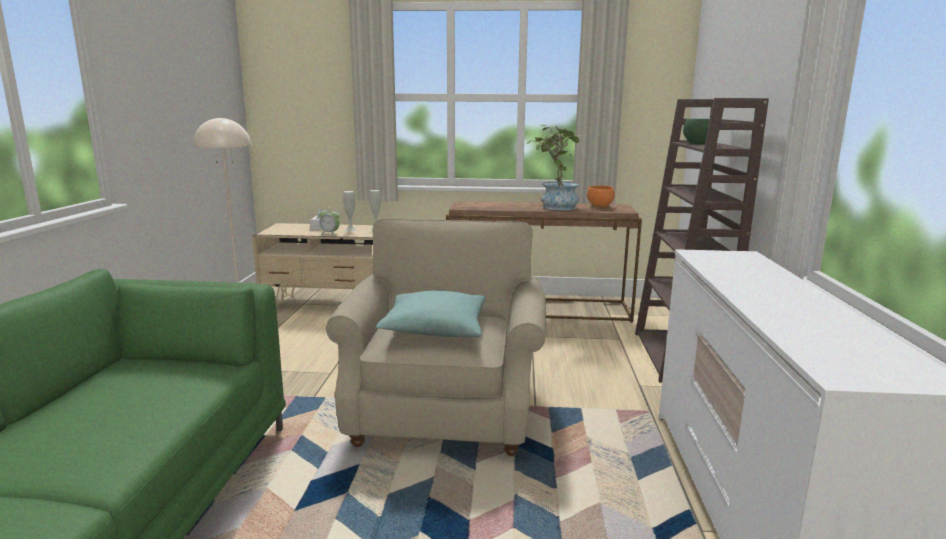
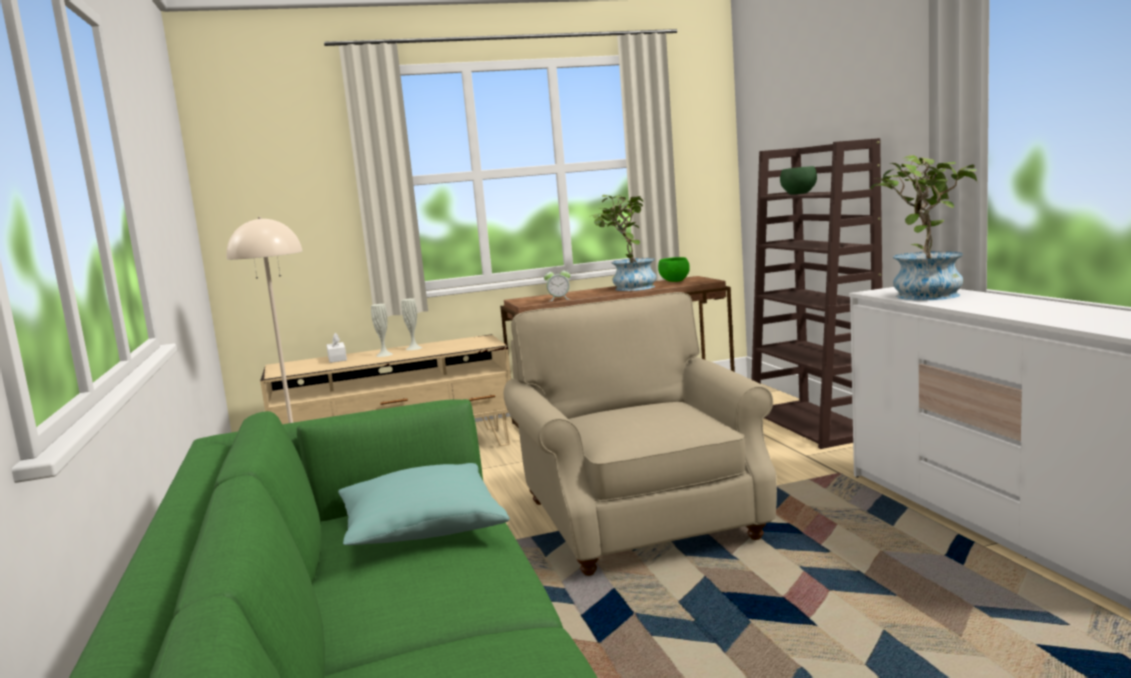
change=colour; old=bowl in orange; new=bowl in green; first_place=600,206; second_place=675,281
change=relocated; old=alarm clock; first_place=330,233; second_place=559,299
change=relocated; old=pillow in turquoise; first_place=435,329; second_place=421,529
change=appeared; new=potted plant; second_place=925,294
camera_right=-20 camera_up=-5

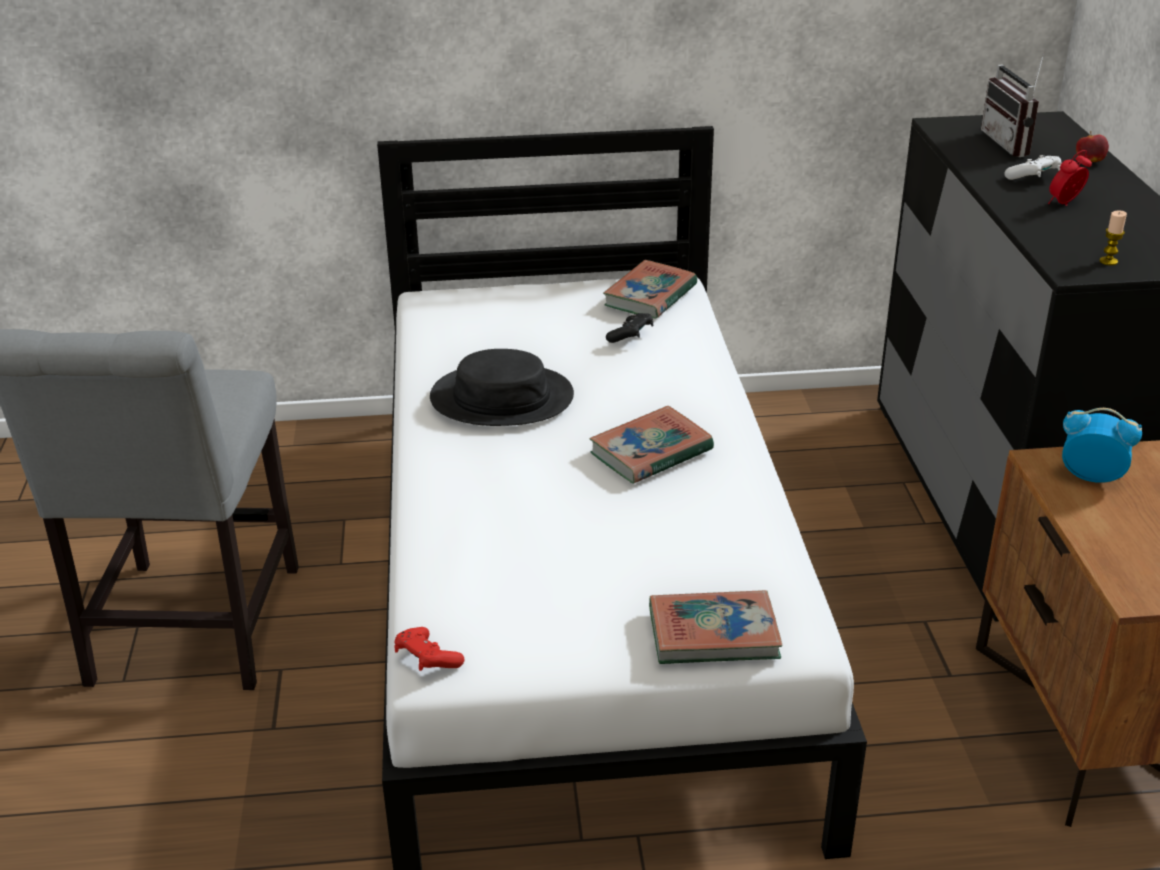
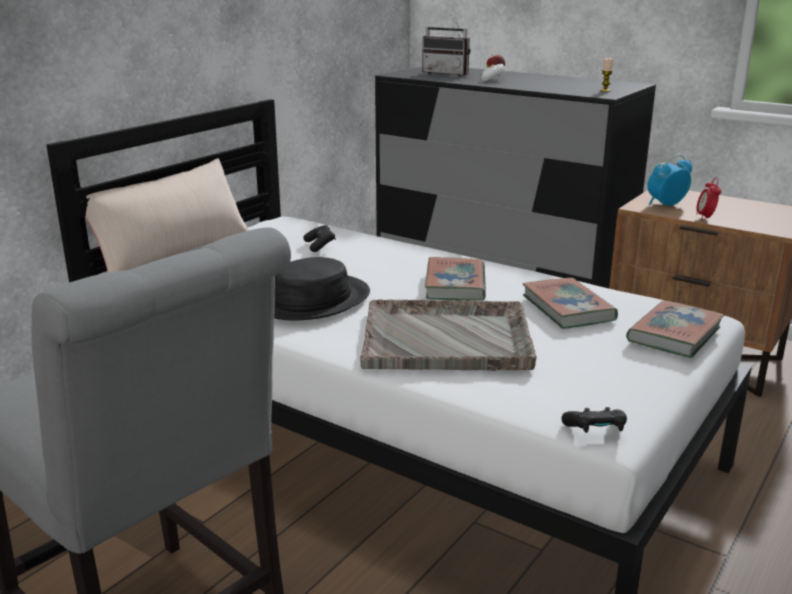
change=relocated; old=alarm clock; first_place=1064,204; second_place=705,218
change=relocated; old=book; first_place=650,296; second_place=567,308
change=colour; old=game controller in red; new=game controller in black; first_place=427,660; second_place=595,431
change=appeared; new=pillow in beige; second_place=172,252
change=appeared; new=tray in grey; second_place=448,338
camera_right=-50 camera_up=-10

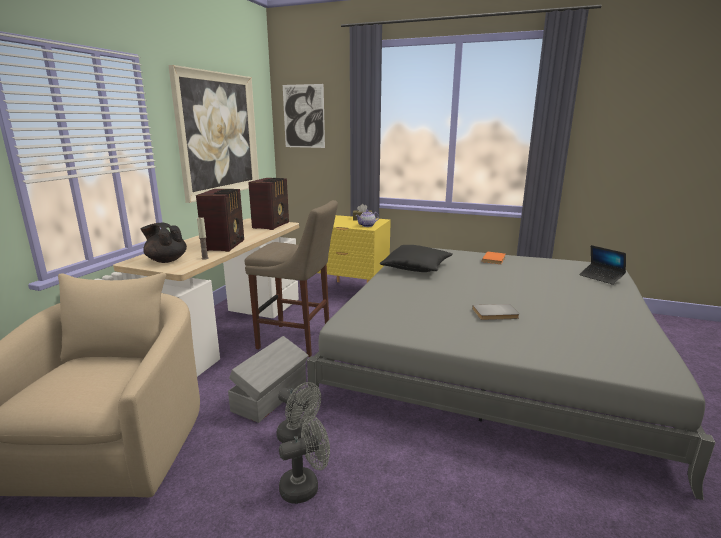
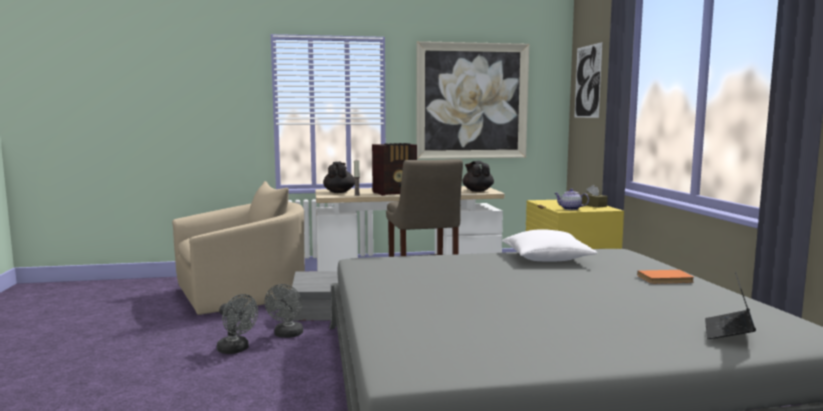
change=exchanged; old=radio; new=teapot in black; first_place=272,225; second_place=477,191
change=colour; old=pillow in black; new=pillow in white; first_place=416,268; second_place=547,259
change=missing; old=book in grey; first_place=495,314
camera_right=60 camera_up=-10

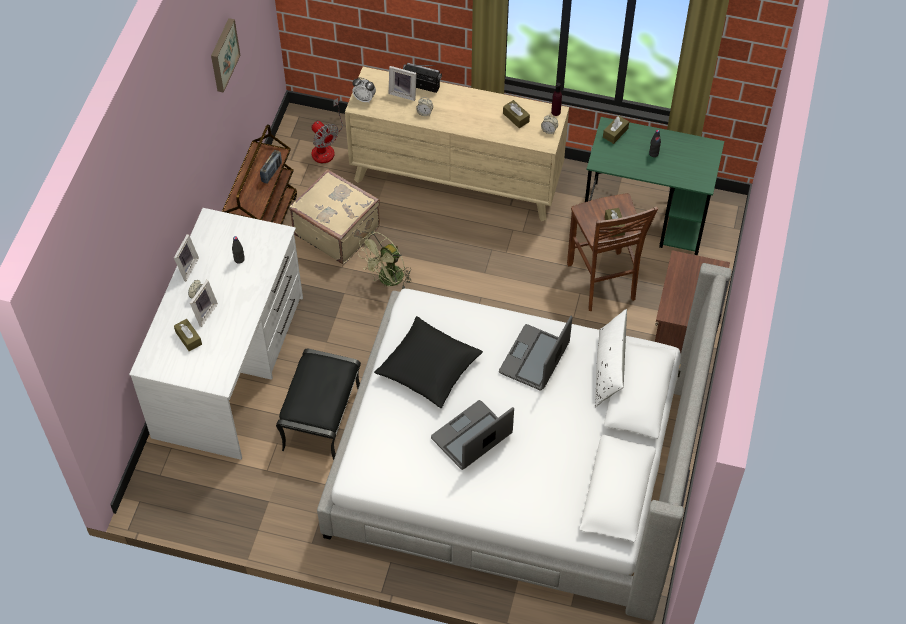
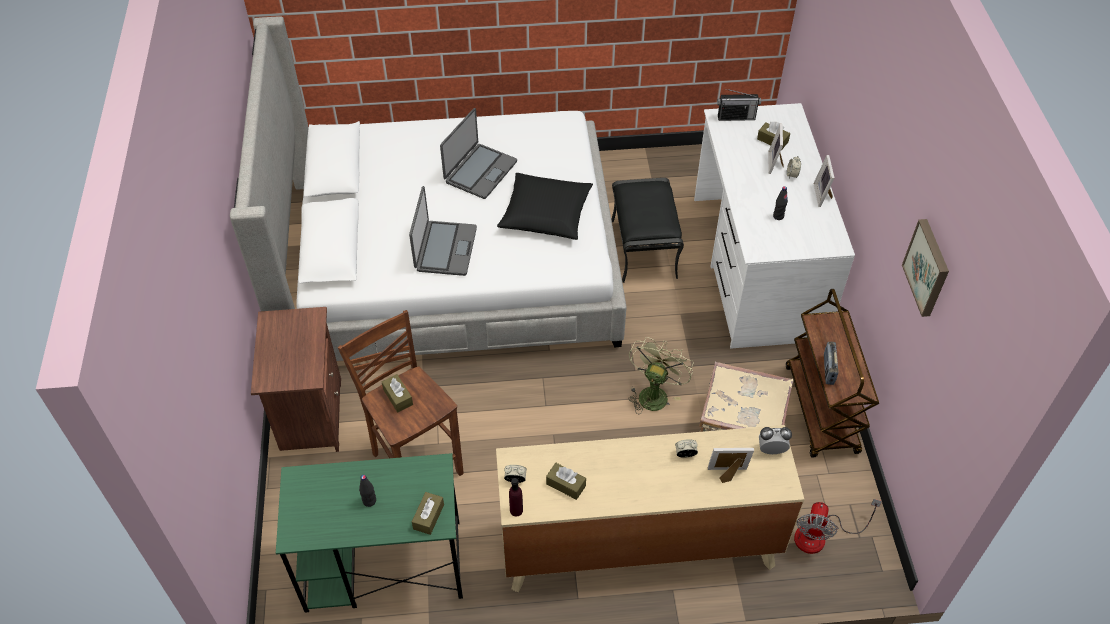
change=relocated; old=radio; first_place=422,86; second_place=736,117
change=spun; old=fan; first_place=325,147; second_place=820,536; degrees=-105
change=missing; old=pillow in white; first_place=609,368
camera_right=160 camera_up=-5

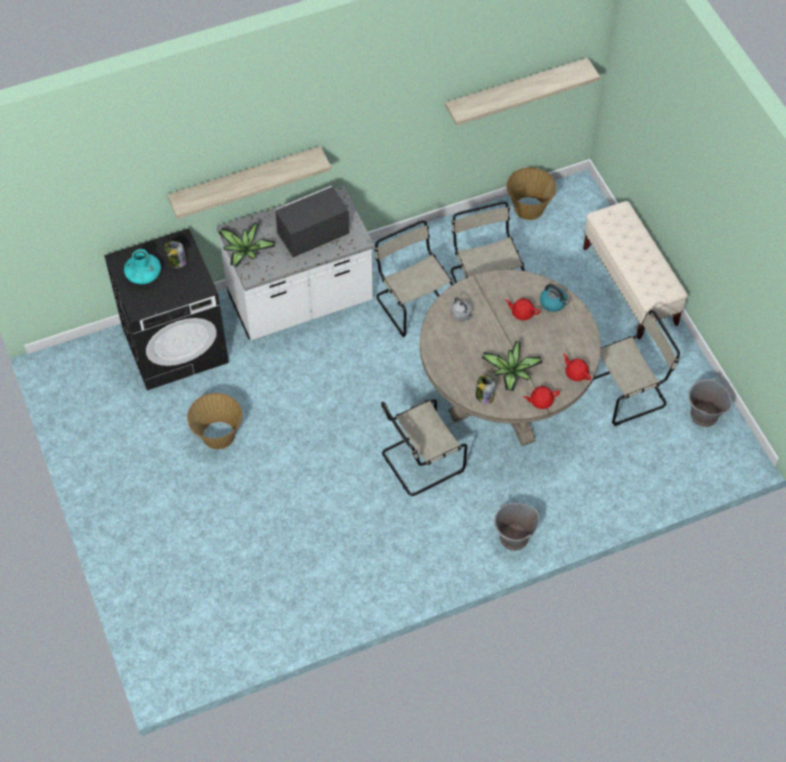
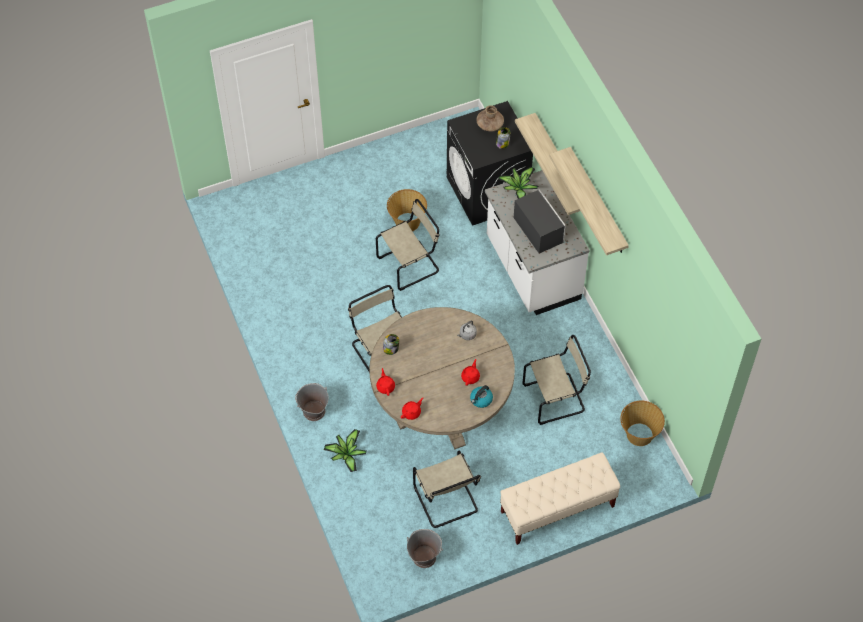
change=relocated; old=shelf; first_place=516,90; second_place=598,202
change=relocated; old=chair in beige; first_place=412,304; second_place=410,264
change=colour; old=vase in turquoise; new=vase in brown; first_place=143,275; second_place=490,125
change=relocated; old=potted plant; first_place=511,373; second_place=346,454
camera_right=90 camera_up=0

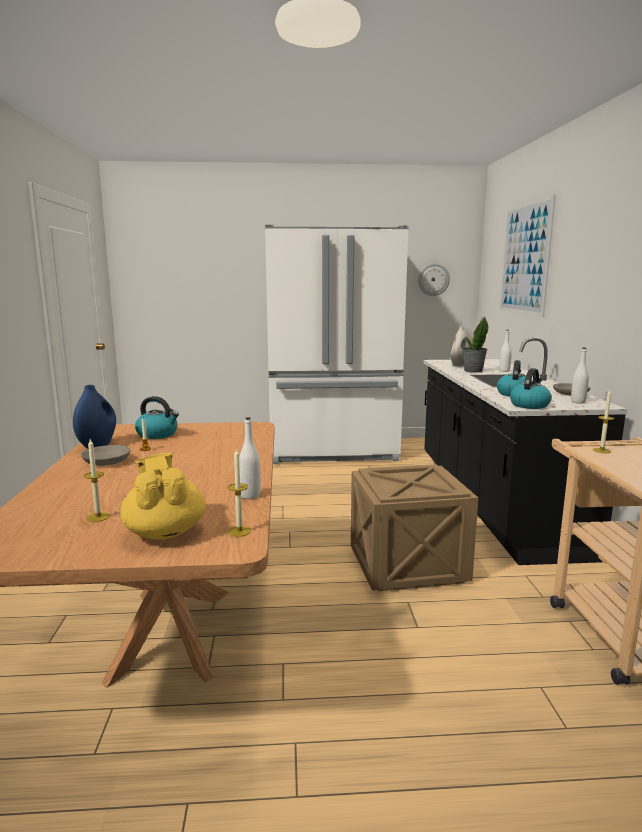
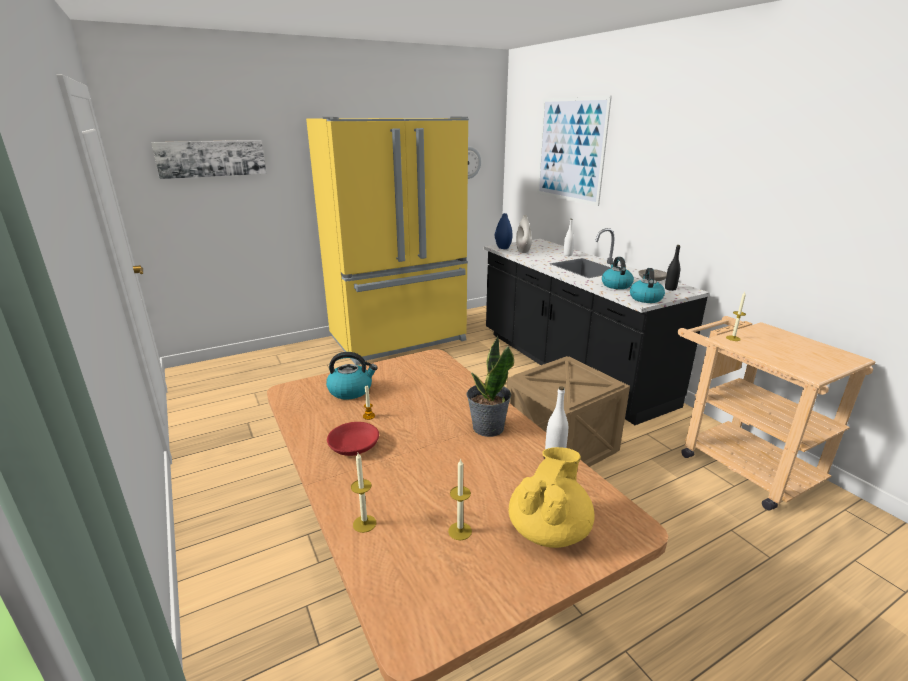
change=colour; old=fridge in white; new=fridge in yellow; first_place=333,451; second_place=400,339
change=relocated; old=potted plant; first_place=472,371; second_place=487,428
change=colour; old=bottle in white; new=bottle in black; first_place=578,402; second_place=670,289
change=relocated; old=vase in blue; first_place=97,445; second_place=502,247
change=colour; old=bowl in grey; new=bowl in red; first_place=106,462; second_place=353,446
change=relocated; old=candle; first_place=239,531; second_place=364,523
change=spun; old=teapot in yellow; first_place=165,532; second_place=549,529; degrees=75
change=appeared; new=picture; second_place=211,158
camera_right=-25 camera_up=10

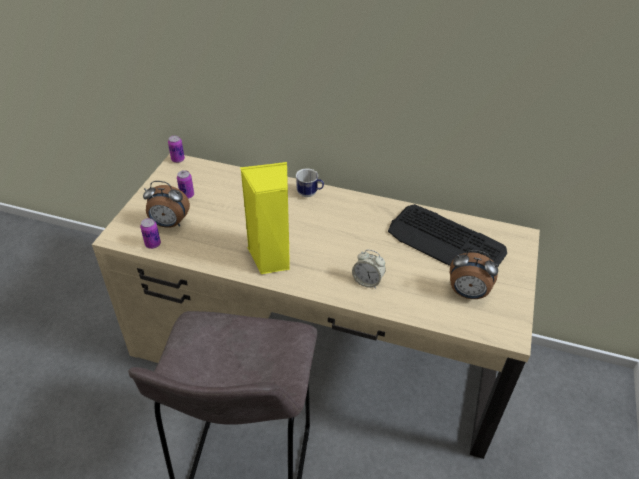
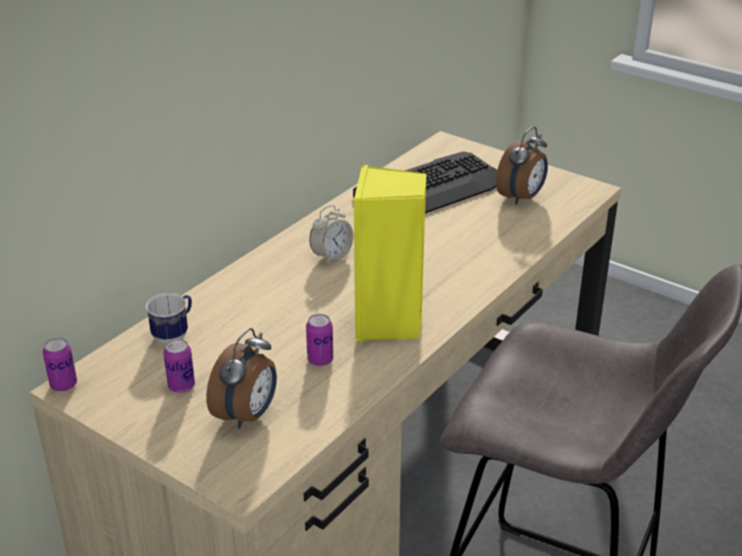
change=relocated; old=mug; first_place=310,194; second_place=174,334
change=relocated; old=can; first_place=153,244; second_place=320,360
change=relocated; old=alarm clock; first_place=367,281; second_place=331,256
camera_right=-70 camera_up=-10

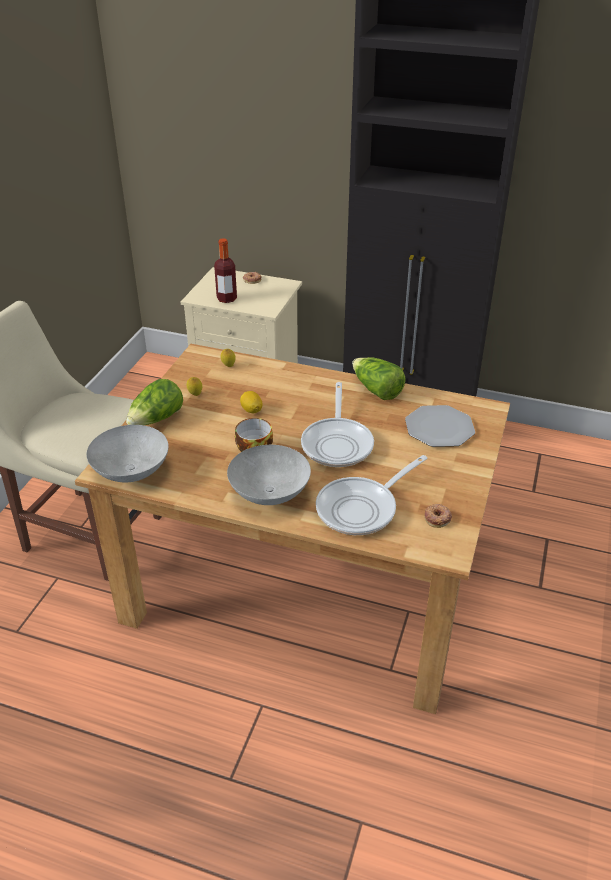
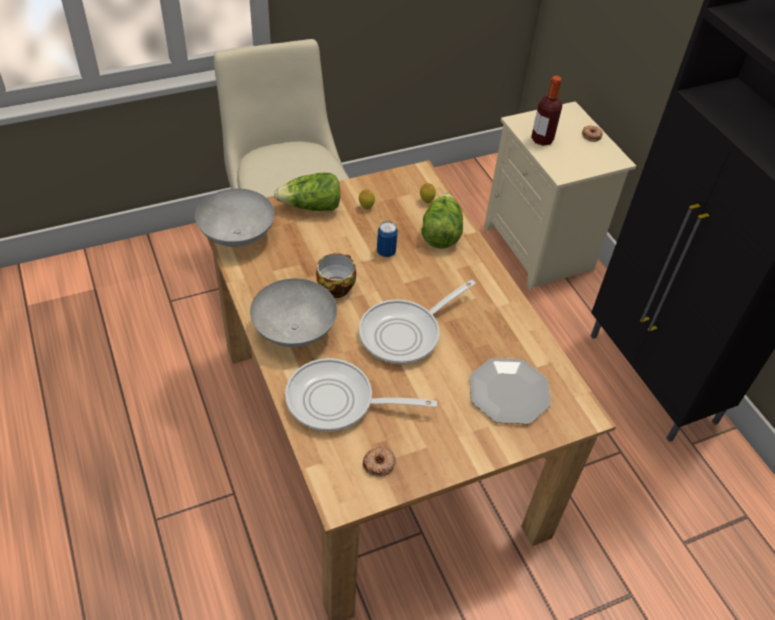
change=relocated; old=lettuce; first_place=376,390; second_place=440,233
change=exchanged; old=lemon; new=can; first_place=251,410; second_place=386,252
camera_right=45 camera_up=10

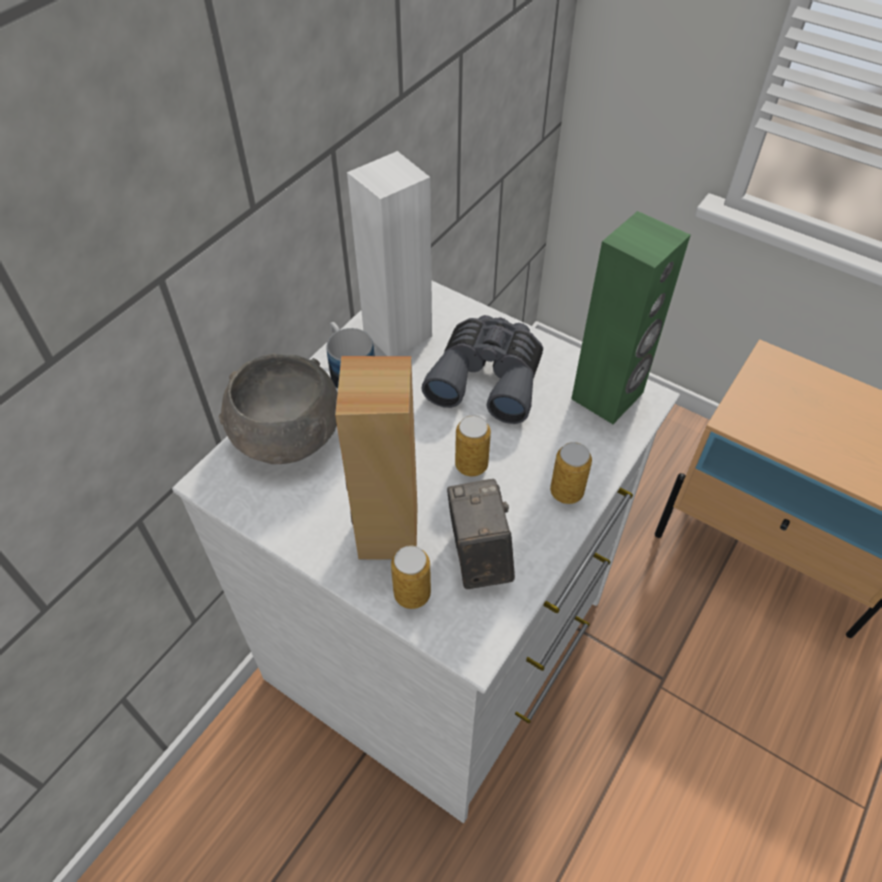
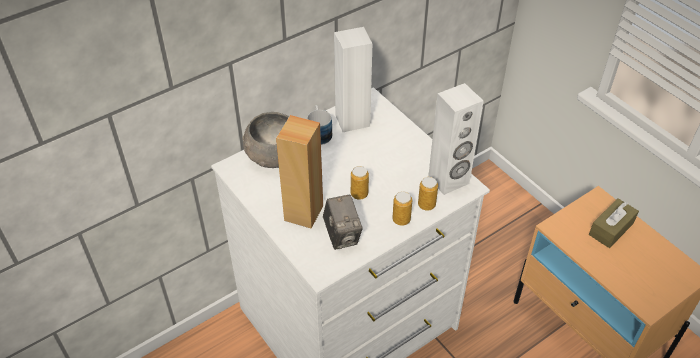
change=colour; old=speaker in green; new=speaker in white; first_place=608,396; second_place=449,180
change=missing; old=binoculars in grey; first_place=488,377
change=spun; old=photo camera; first_place=478,555; second_place=342,235; degrees=150
change=relocated; old=can; first_place=412,594; second_place=426,205
change=appeared; new=tissue box in brown; second_place=611,229
camera_right=20 camera_up=-5

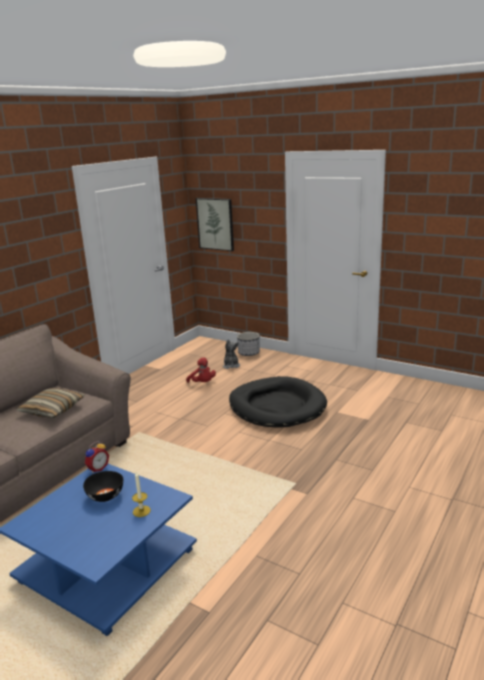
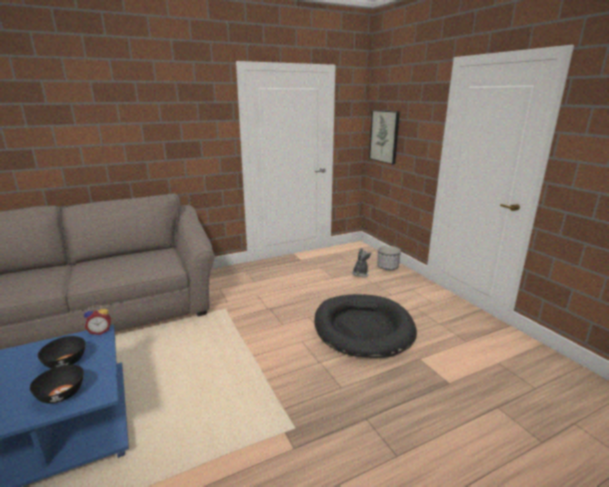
change=missing; old=plush toy in red; first_place=202,383
change=missing; old=pillow; first_place=52,410
change=exchanged; old=candle; new=bowl in black; first_place=141,511; second_place=61,395
camera_right=30 camera_up=0

